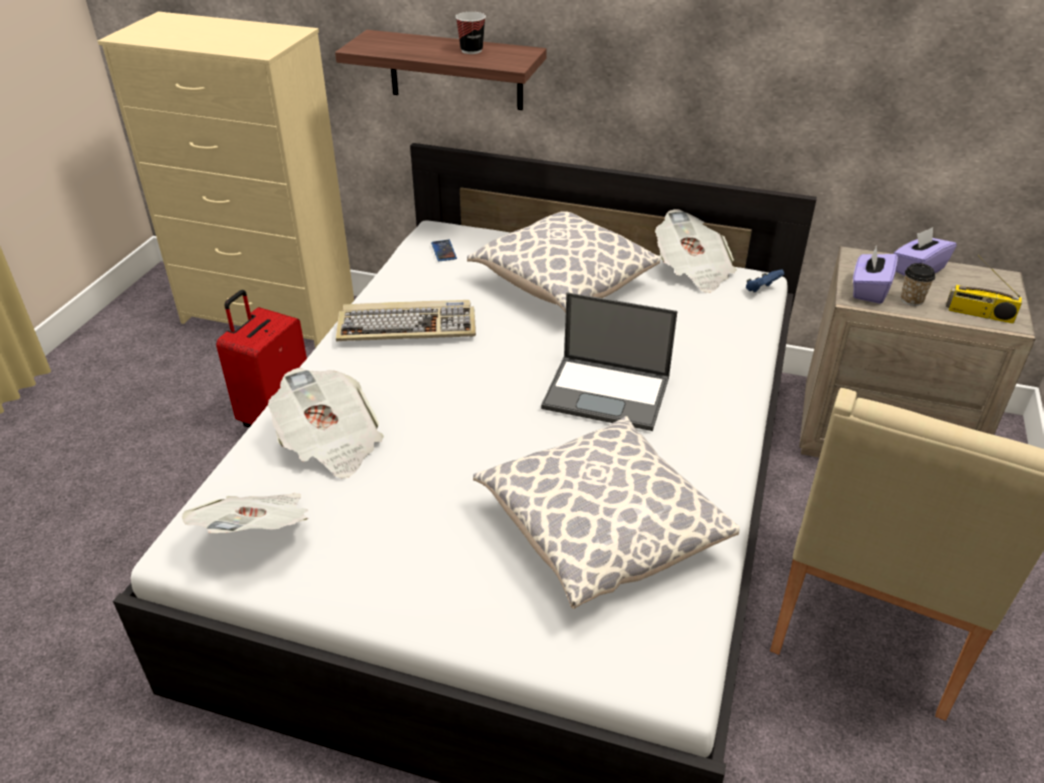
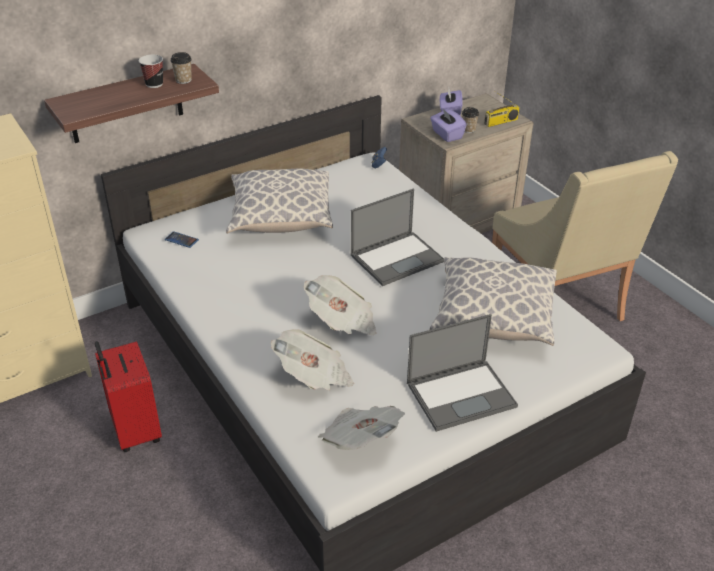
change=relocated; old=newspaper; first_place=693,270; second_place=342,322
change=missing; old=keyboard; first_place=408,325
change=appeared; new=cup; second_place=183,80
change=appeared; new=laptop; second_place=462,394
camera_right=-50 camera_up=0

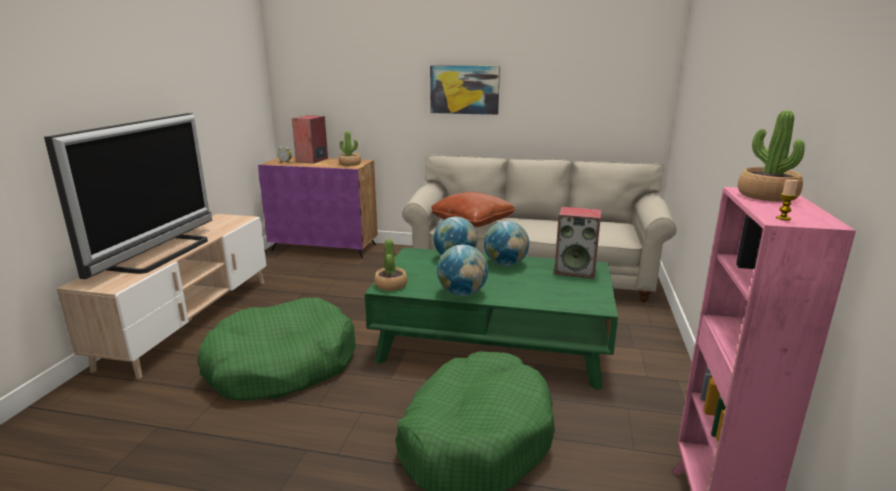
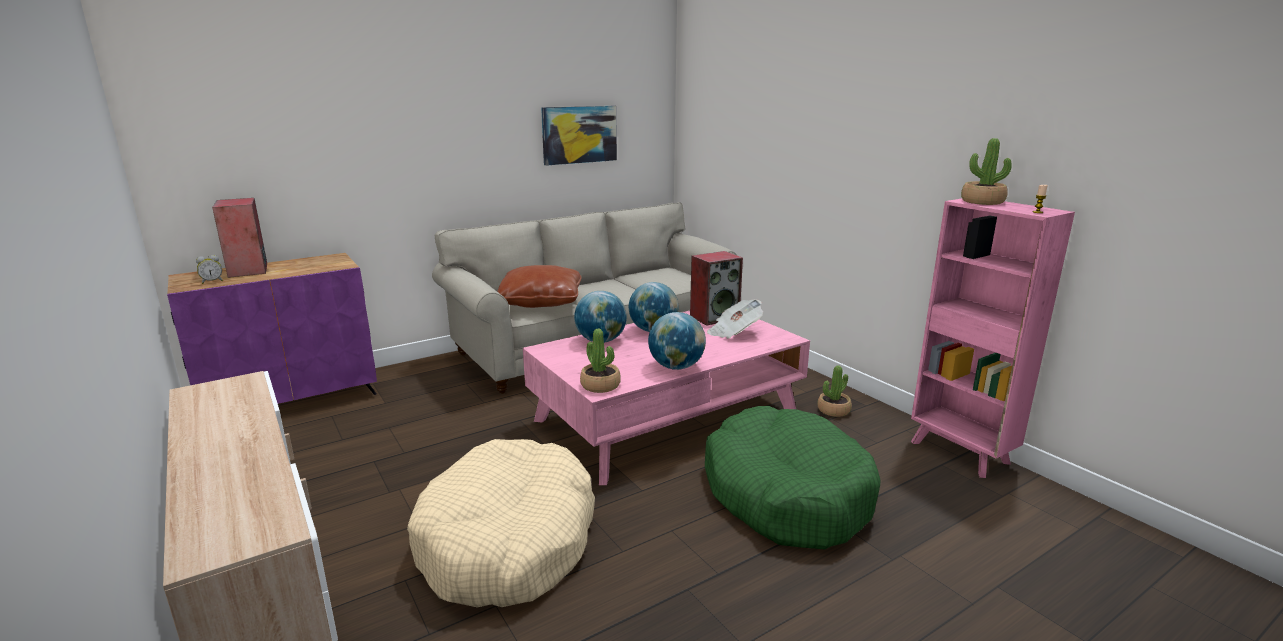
change=relocated; old=picture; first_place=464,89; second_place=579,134
change=missing; old=television; first_place=162,254
change=relocated; old=potted plant; first_place=350,164; second_place=833,410
change=colour; old=coffee table in green; new=coffee table in pink; first_place=493,342; second_place=668,417
change=colour; old=dog bed in green; new=dog bed in beige; first_place=281,365; second_place=508,541
change=appeared; new=newspaper; second_place=734,332
camera_right=-45 camera_up=0

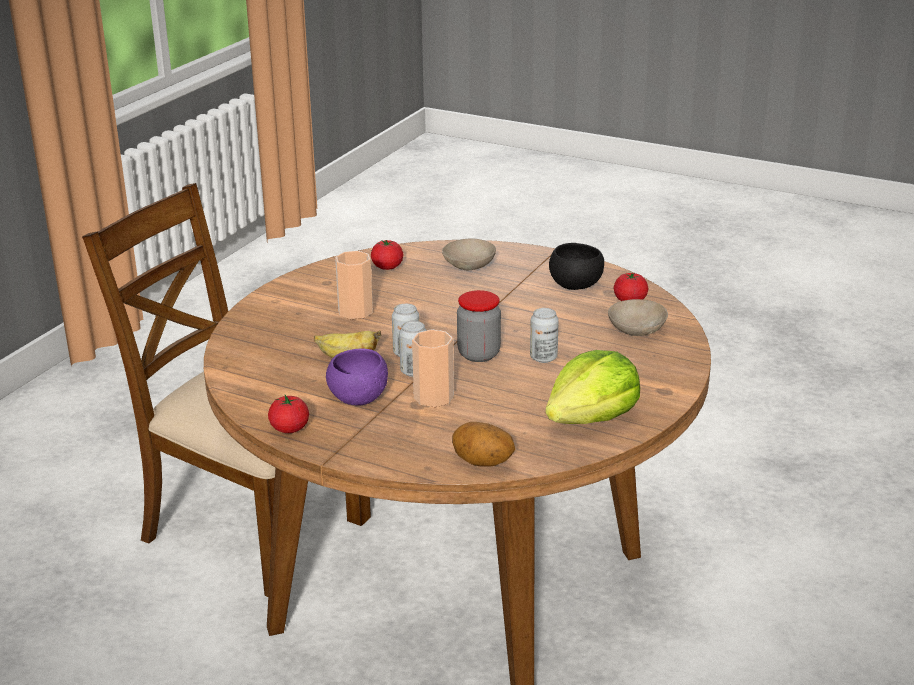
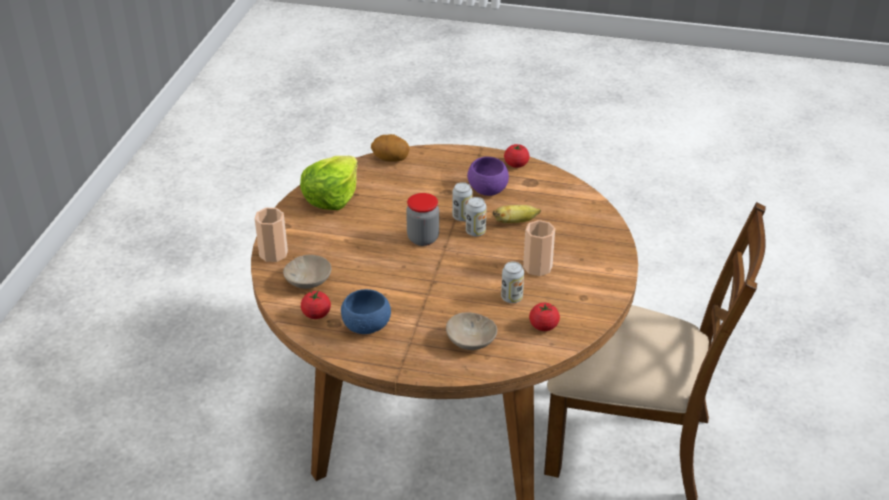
change=colour; old=bowl in black; new=bowl in blue; first_place=575,286; second_place=366,327
change=relocated; old=can; first_place=543,358; second_place=511,298
change=relocated; old=cup; first_place=433,397; second_place=273,253
camera_right=165 camera_up=10

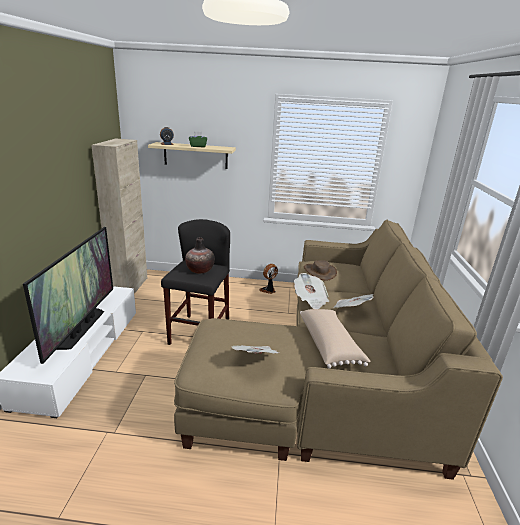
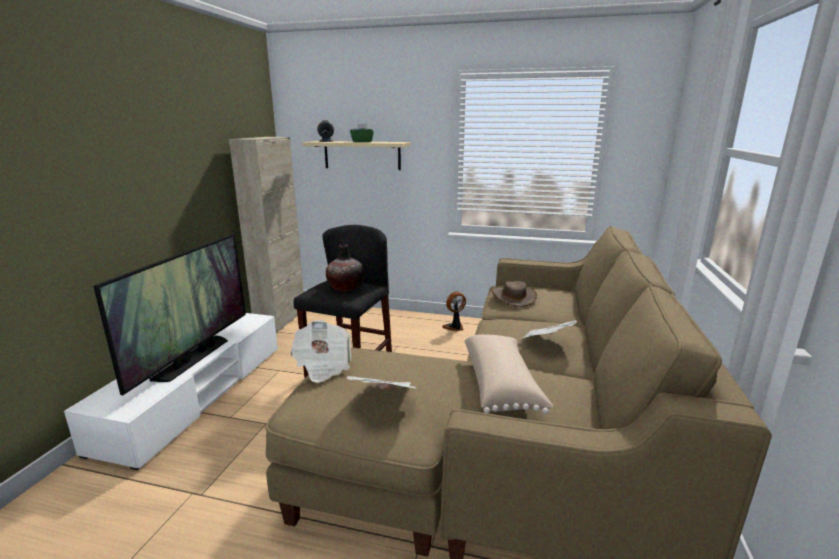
change=relocated; old=newspaper; first_place=310,300; second_place=323,365
camera_right=10 camera_up=-5

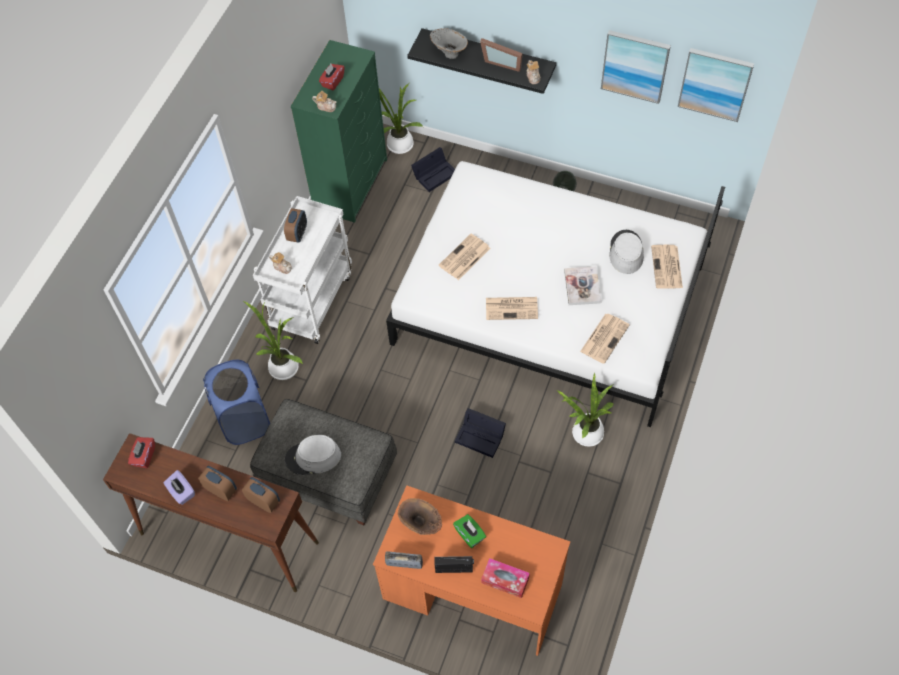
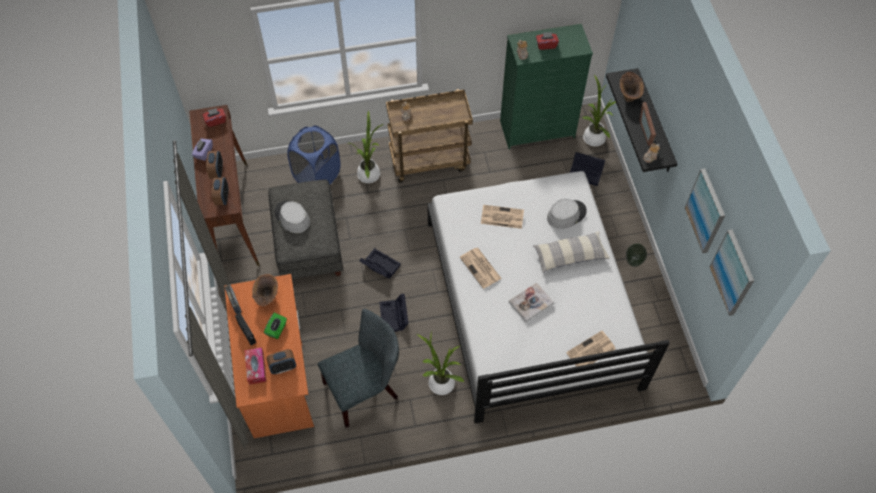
change=colour; old=vase in grey; new=vase in brown; first_place=449,53; second_place=629,95
change=colour; old=cart in white; new=cart in brown; first_place=312,300; second_place=430,160
change=relocated; old=alarm clock; first_place=297,234; second_place=283,367
change=relocated; old=hat in grey; first_place=626,252; second_place=566,214
change=missing; old=newspaper; first_place=604,337
change=appeared; new=pillow; second_place=570,256
change=appeared; new=storage box in black; second_place=379,266
change=appeared; new=chair in grey; second_place=365,389
camera_right=55 camera_up=0

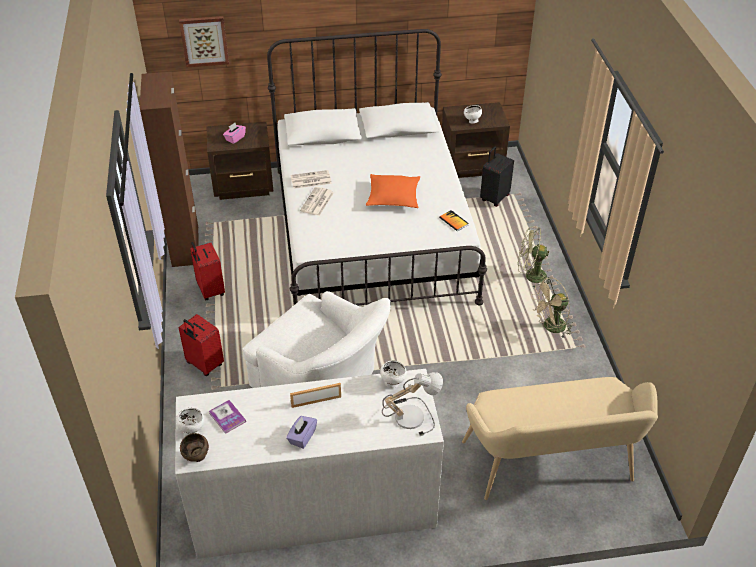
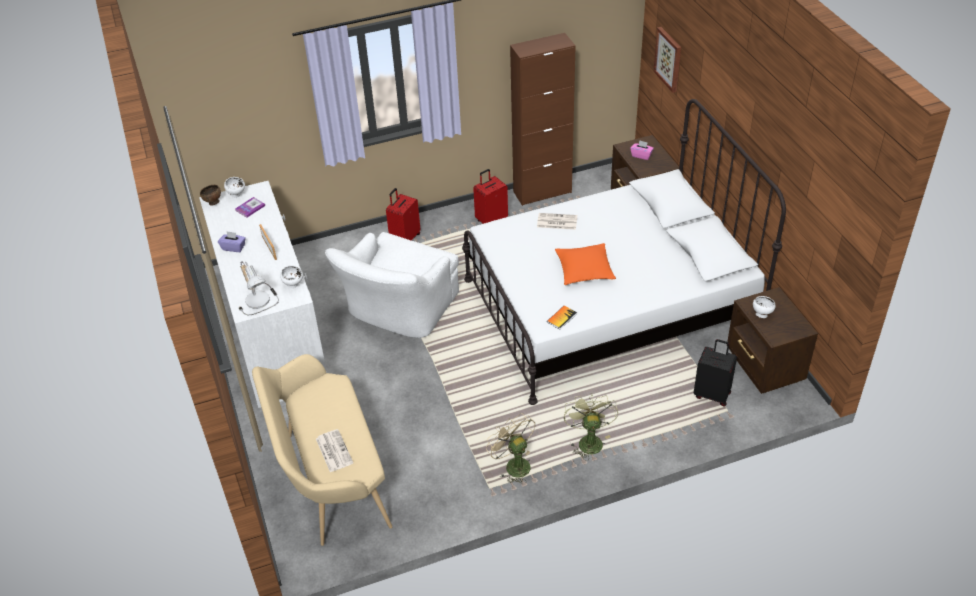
change=relocated; old=newspaper; first_place=310,180; second_place=333,450
camera_right=80 camera_up=0

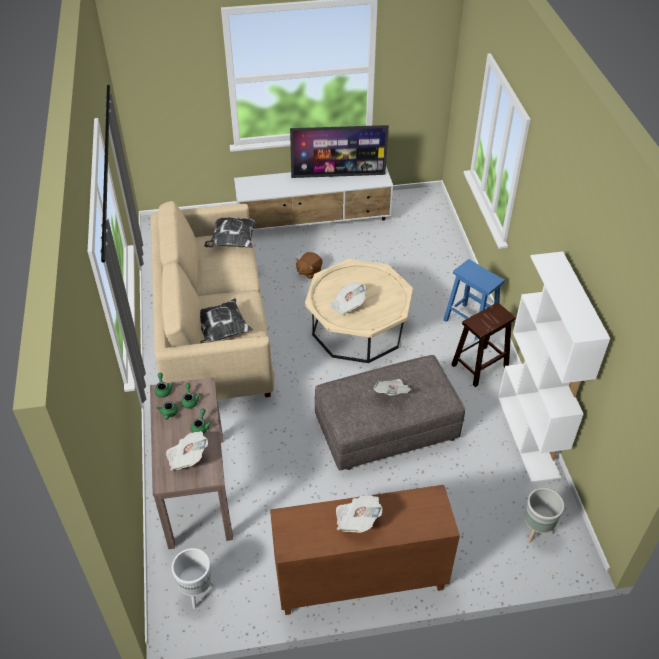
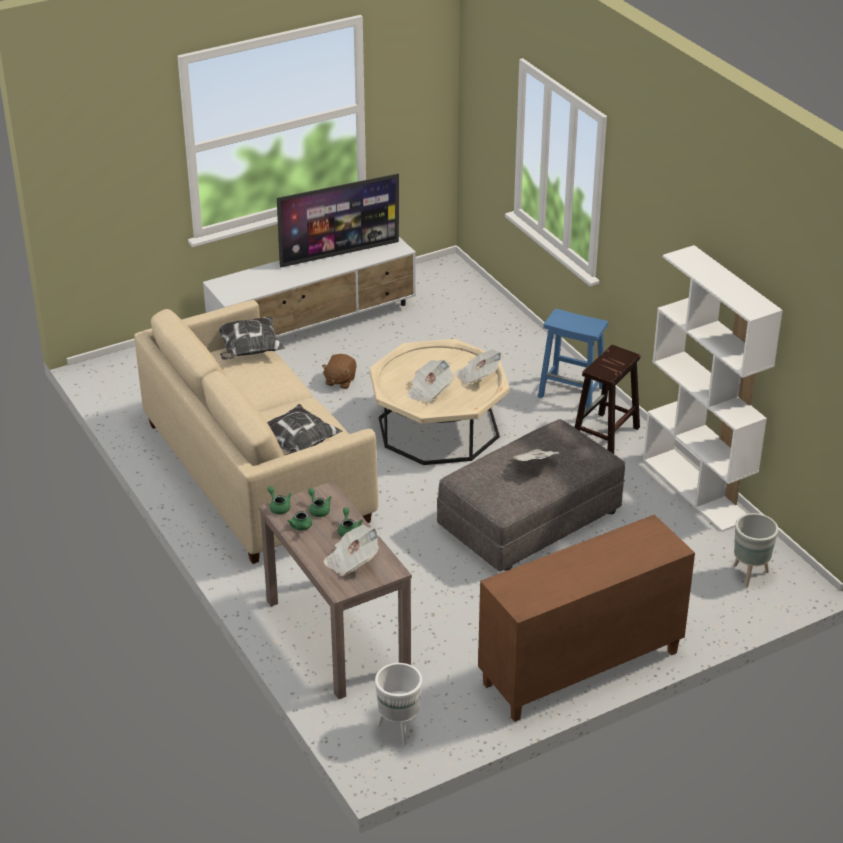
change=relocated; old=newspaper; first_place=356,520; second_place=478,377
camera_right=-20 camera_up=-10

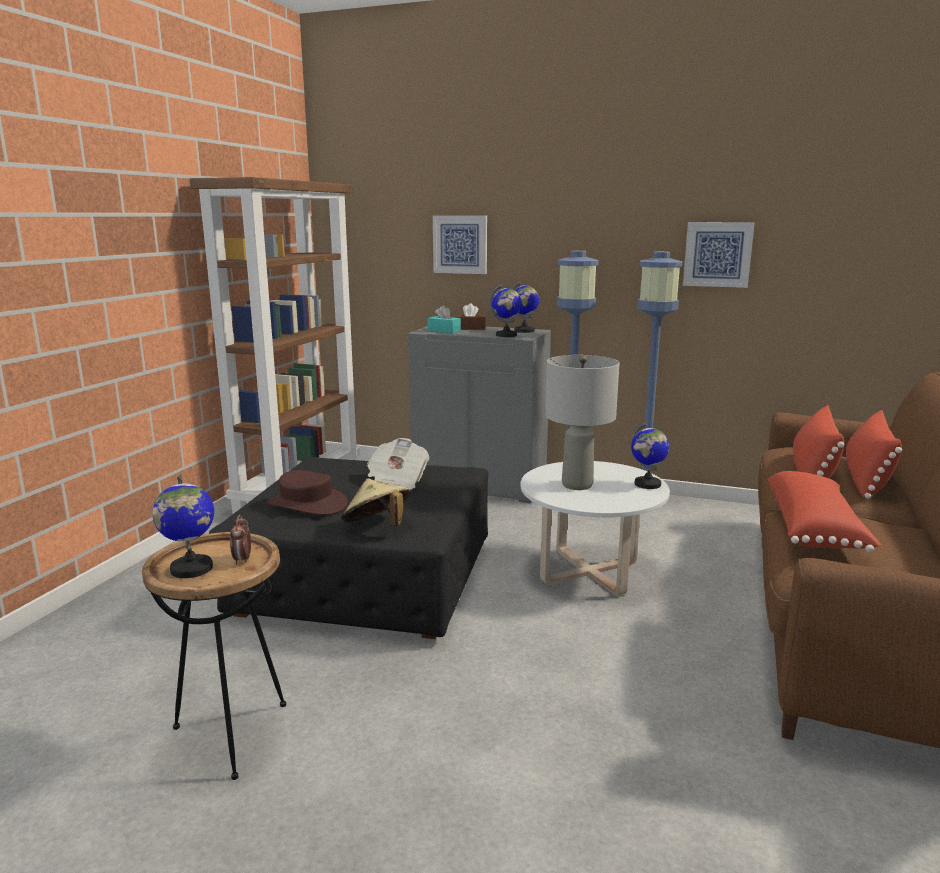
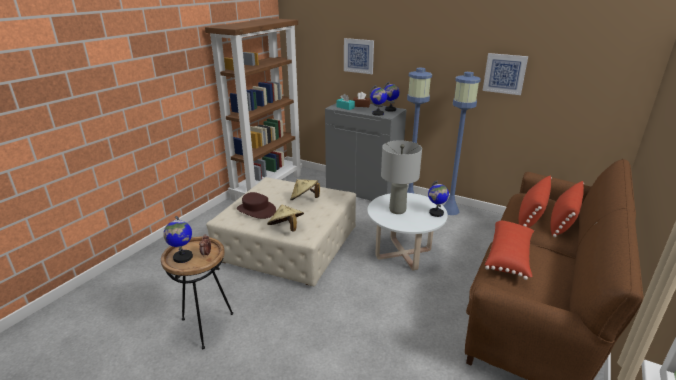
change=exchanged; old=newspaper; new=hat in beige; first_place=396,483; second_place=304,199
change=colour; old=ottoman in black; new=ottoman in beige; first_place=368,577; second_place=289,245
camera_right=10 camera_up=10

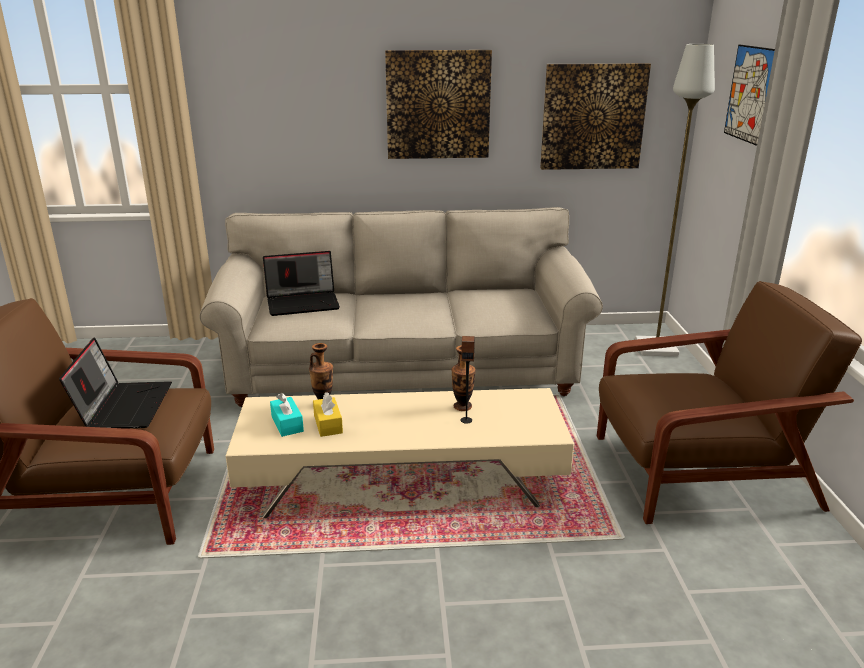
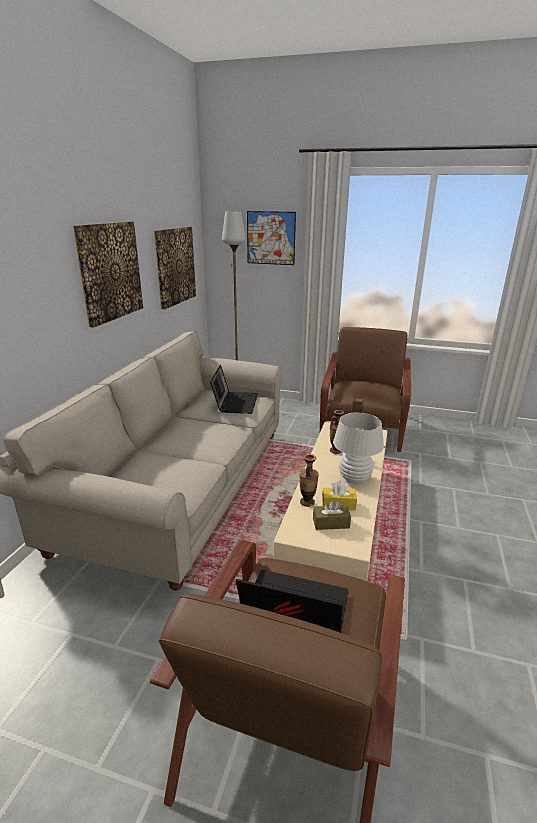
change=relocated; old=laptop; first_place=303,302; second_place=235,403
change=colour; old=tissue box in turquoise; new=tissue box in brown; first_place=287,424; second_place=331,523
change=appeared; new=table lamp in white; second_place=354,478
camera_right=-70 camera_up=0

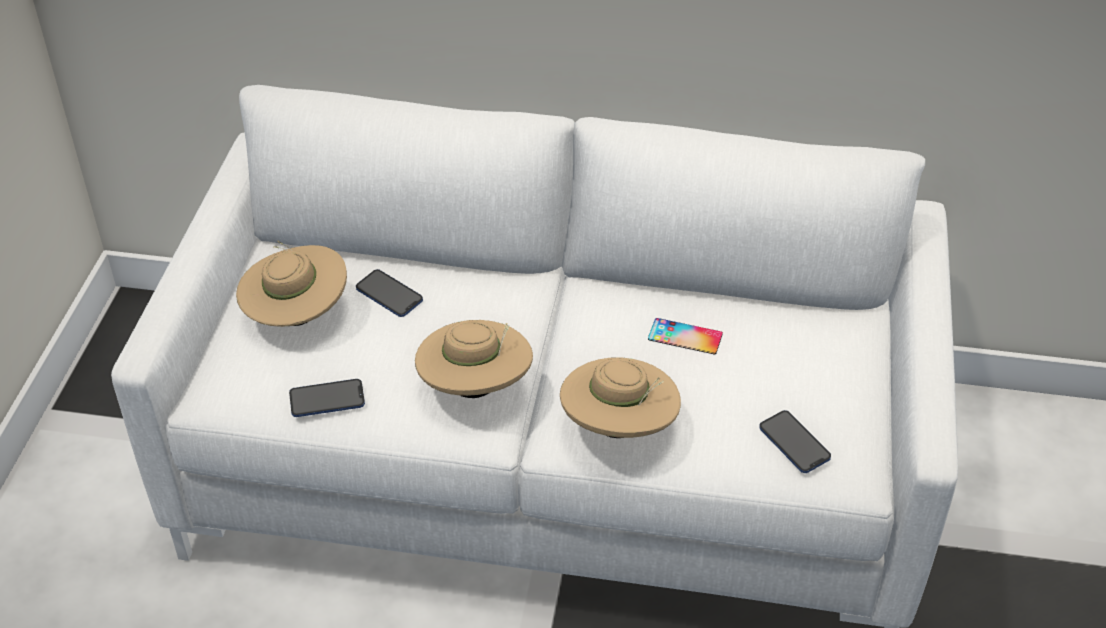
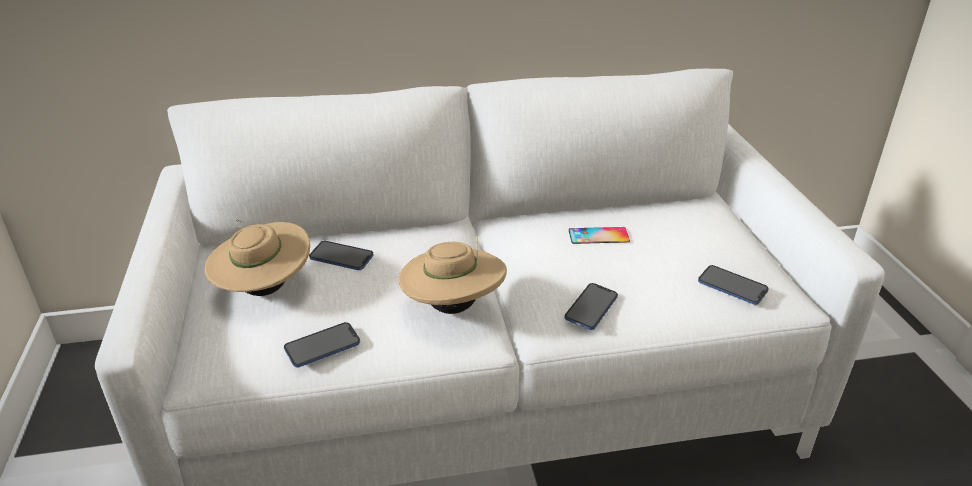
change=exchanged; old=hat in beige; new=phone; first_place=619,428; second_place=591,307
camera_right=-20 camera_up=-10

